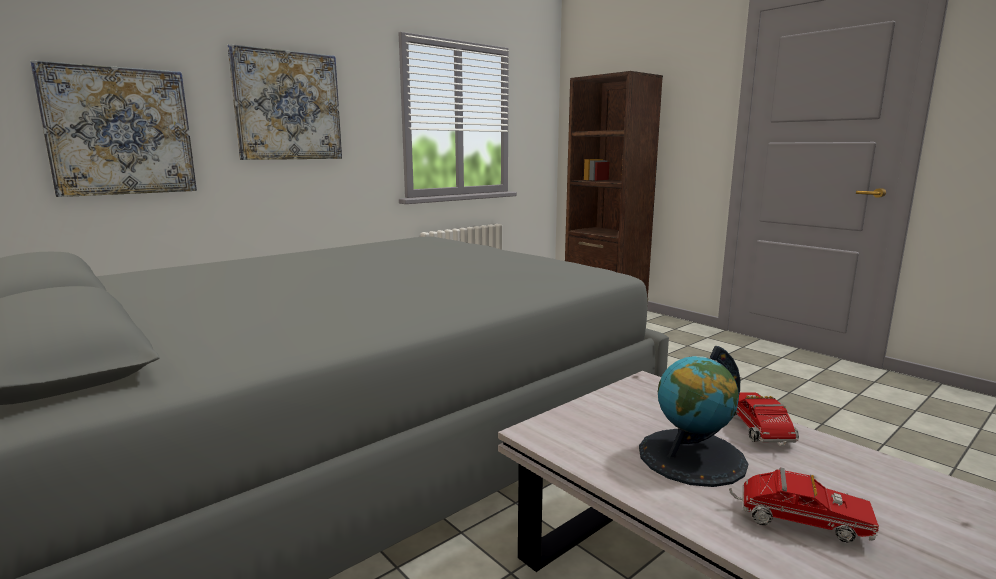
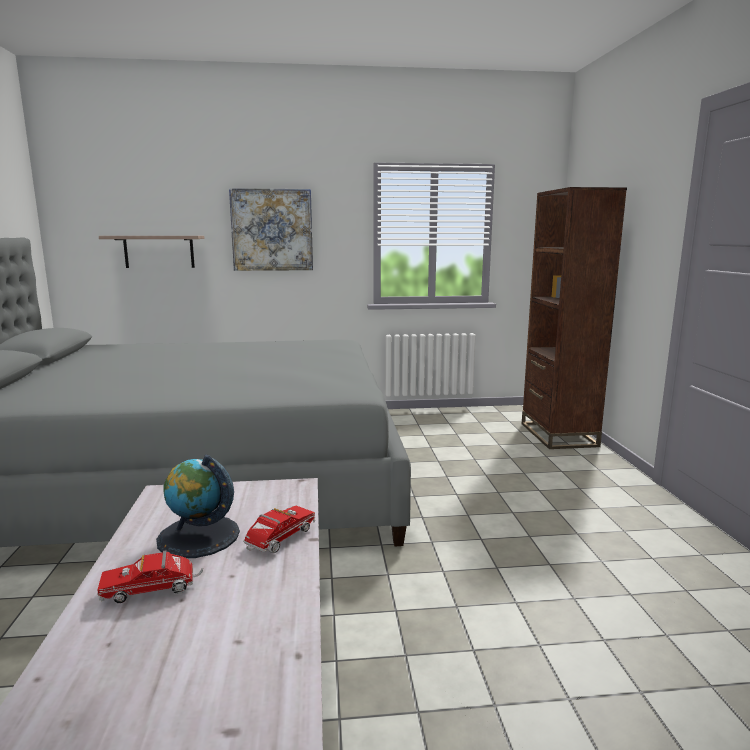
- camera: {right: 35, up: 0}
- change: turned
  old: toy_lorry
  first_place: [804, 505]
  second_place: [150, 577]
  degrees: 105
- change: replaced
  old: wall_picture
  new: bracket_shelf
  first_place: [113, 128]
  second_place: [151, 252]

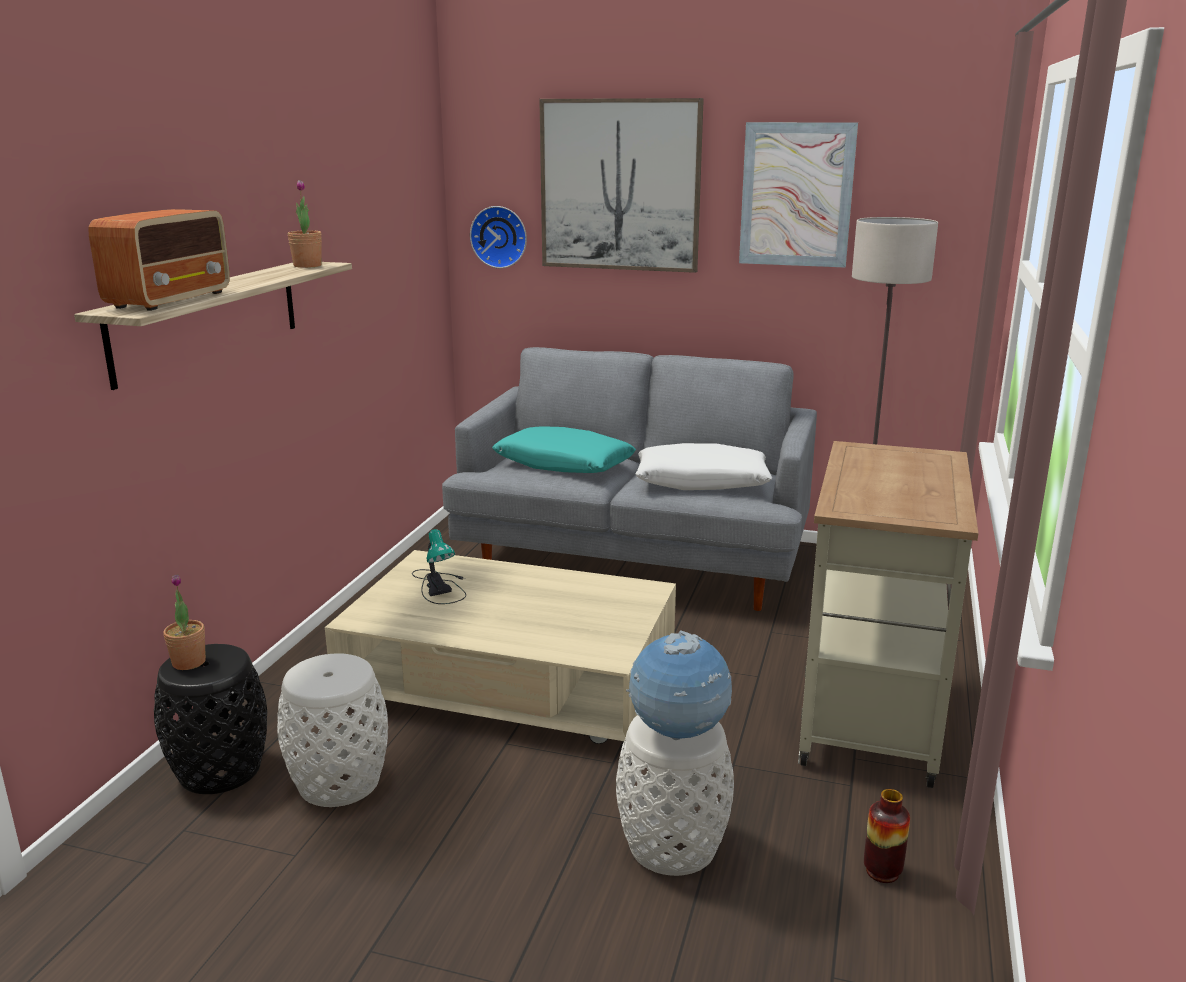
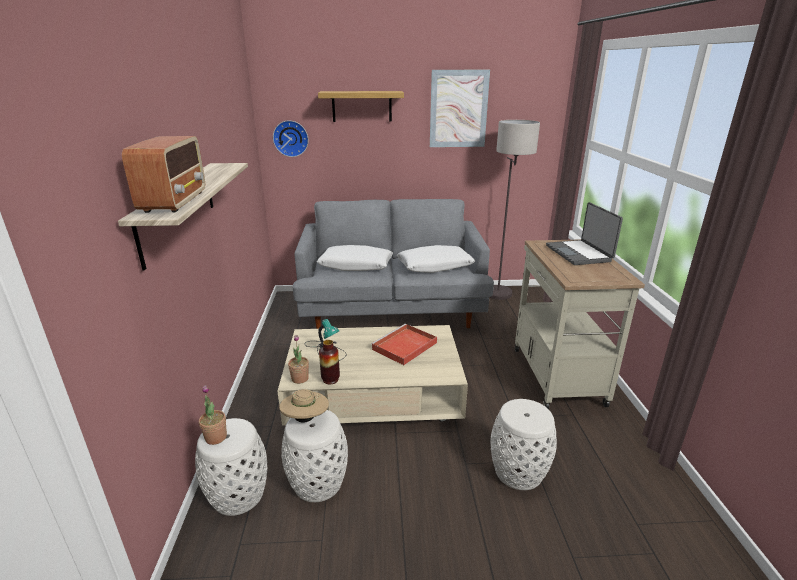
- camera: {right: -20, up: 5}
- change: recoloured
  old: blackish_stool
  new: white_stool
  first_place: [210, 719]
  second_place: [231, 467]
- change: added
  new: beige-coloured_clothing_hat
  second_place: [304, 406]
- change: moved
  old: plant_in_a_pot
  first_place: [305, 224]
  second_place: [298, 359]
- change: recoloured
  old: turquoise-coloured_pillow
  new: white_pillow
  first_place: [564, 449]
  second_place: [355, 258]
- change: replaced
  old: wall_picture
  new: bracket_shelf
  first_place: [621, 185]
  second_place: [361, 106]
- change: moved
  old: flower_vase
  first_place: [887, 836]
  second_place: [329, 362]
- change: added
  new: red_serving_tray
  second_place: [404, 344]
- change: added
  new: laptop
  second_place: [584, 233]
- change: removed
  old: world_globe
  first_place: [679, 685]

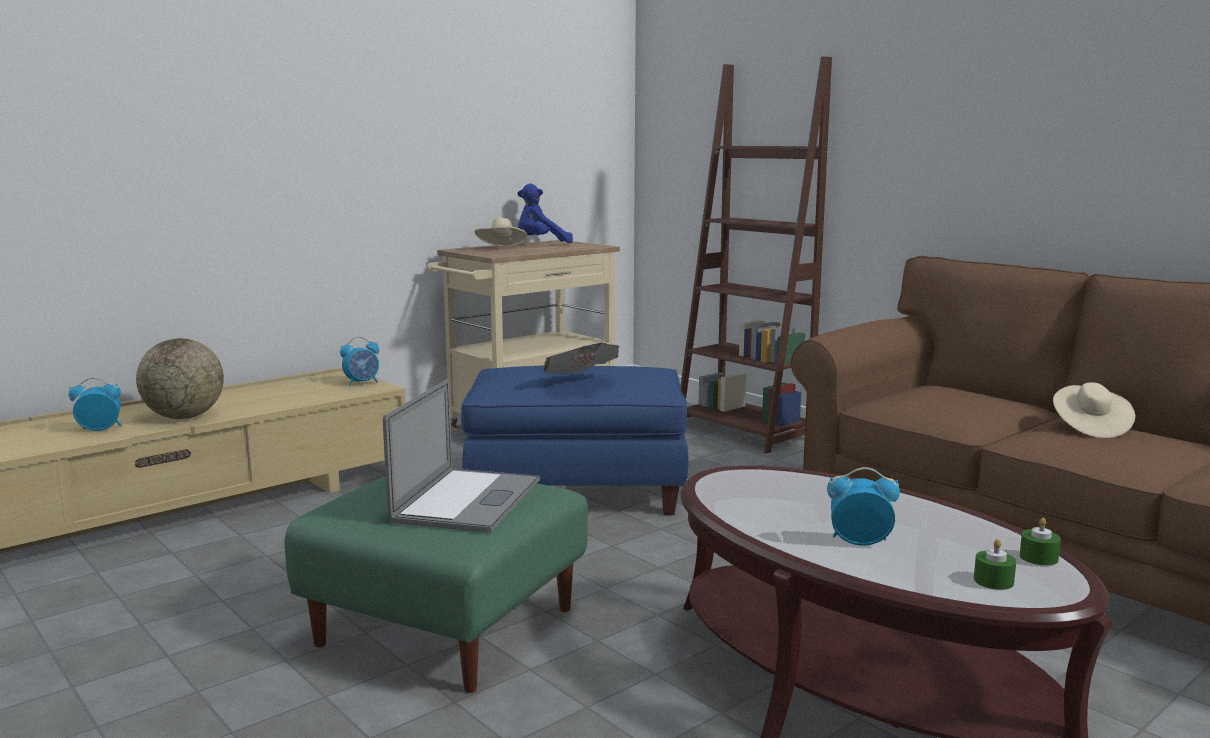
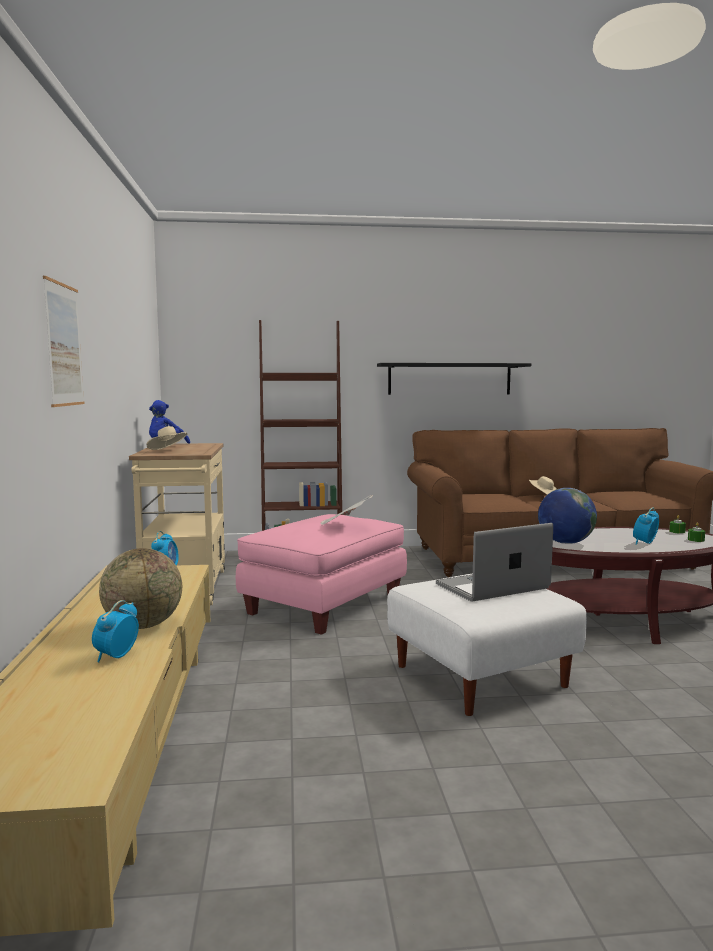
- camera: {right: -55, up: -5}
- change: added
  new: wall_picture
  second_place: [64, 341]
- change: recoloured
  old: blue_ottoman
  new: pink-coloured_ottoman
  first_place: [574, 440]
  second_place: [321, 574]
- change: added
  new: blackish_bracket_shelf
  second_place: [454, 379]
- change: recoloured
  old: green_ottoman
  new: white_ottoman
  first_place: [436, 584]
  second_place: [487, 644]
- change: turned
  old: laptop
  first_place: [461, 455]
  second_place: [494, 562]
  degrees: -75
- change: added
  new: world_globe
  second_place: [567, 516]

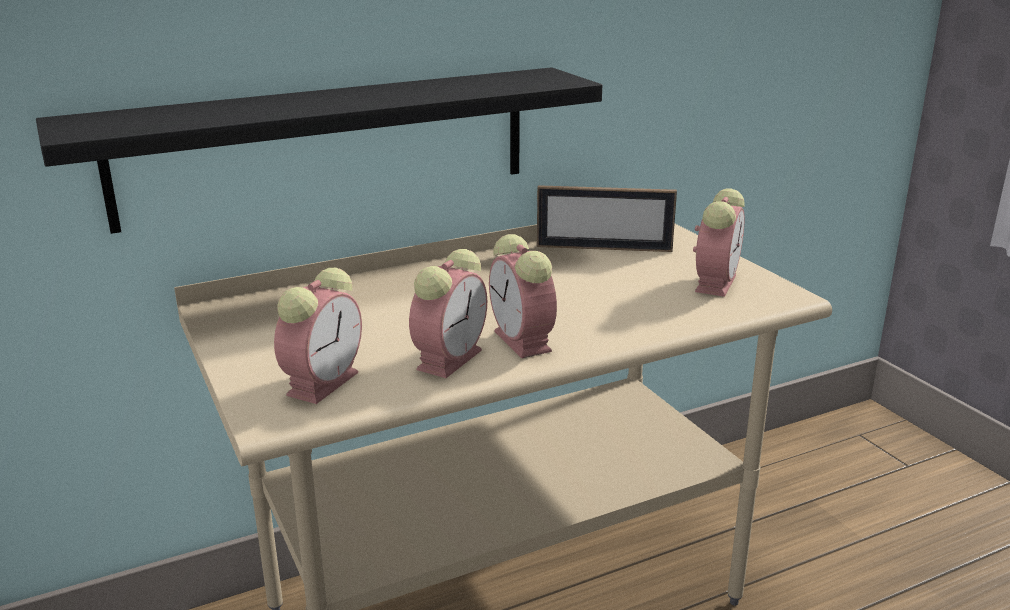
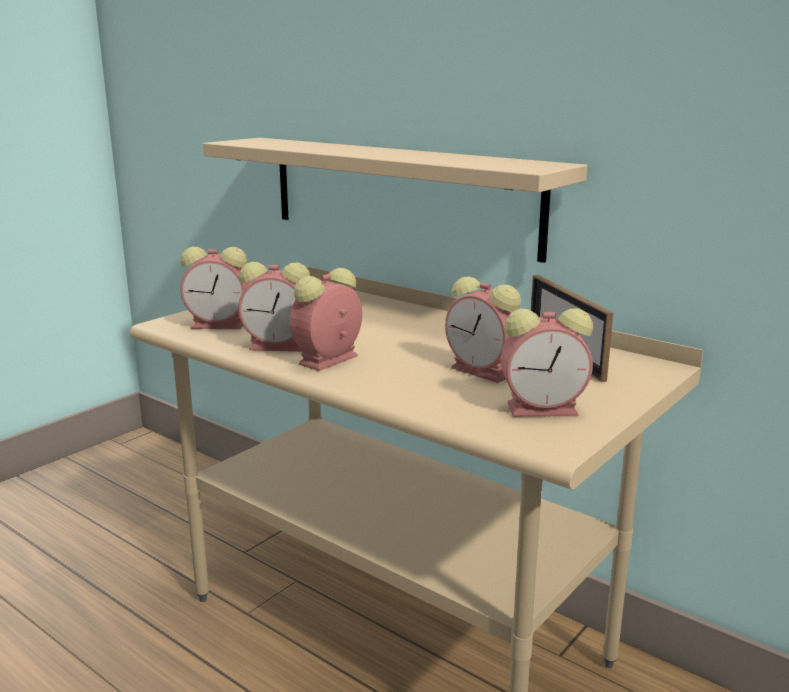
- camera: {right: 65, up: -5}
- change: recoloured
  old: blackish_bracket_shelf
  new: beige-coloured_bracket_shelf
  first_place: [319, 150]
  second_place: [395, 200]
- change: added
  new: bedside_clock
  second_place: [483, 329]

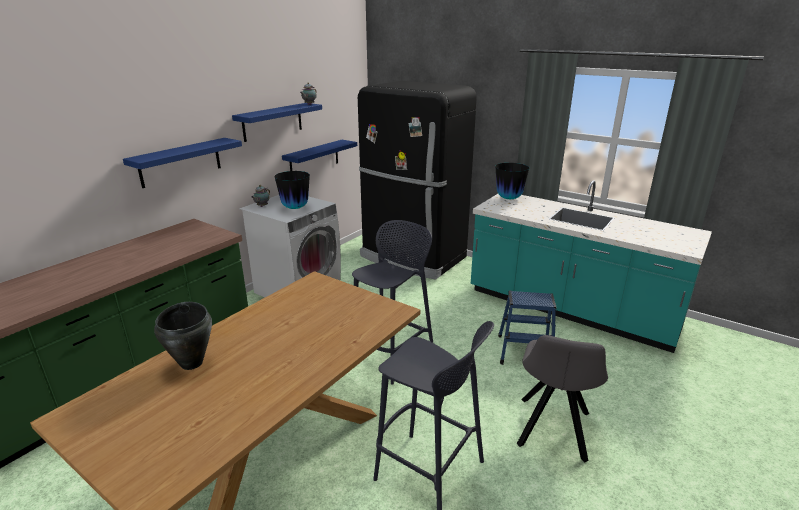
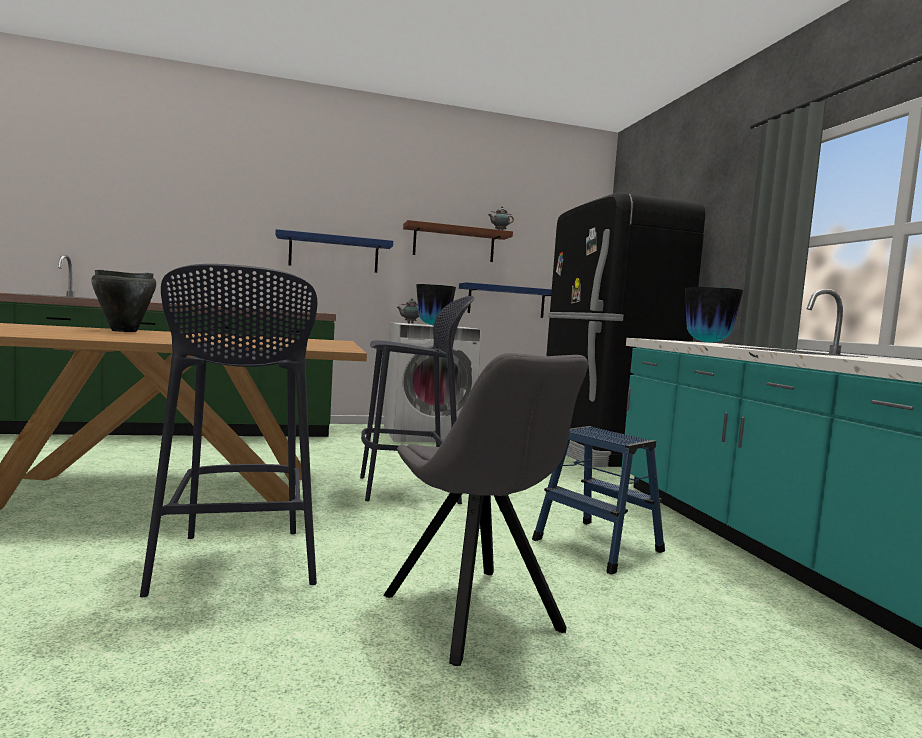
- camera: {right: 40, up: -20}
- change: turned
  old: greyish_upright_chair
  first_place: [562, 398]
  second_place: [485, 509]
  degrees: -90
- change: recoloured
  old: blue_bracket_shelf
  new: brownish_bracket_shelf
  first_place: [277, 122]
  second_place: [458, 241]

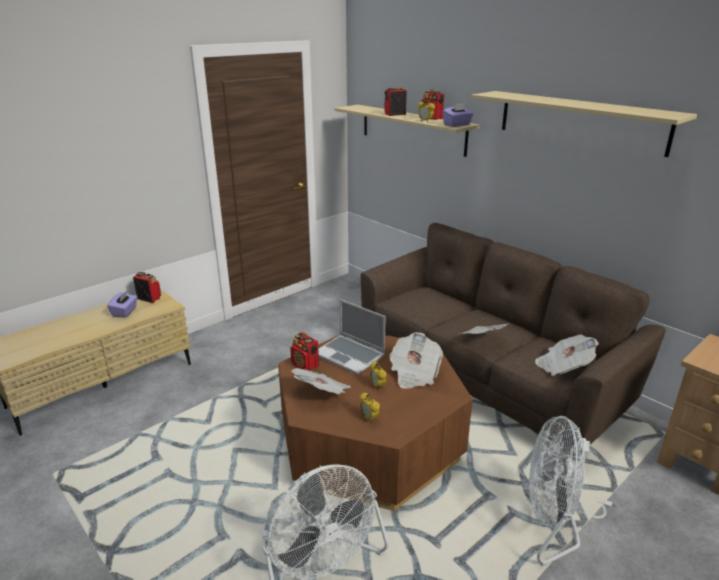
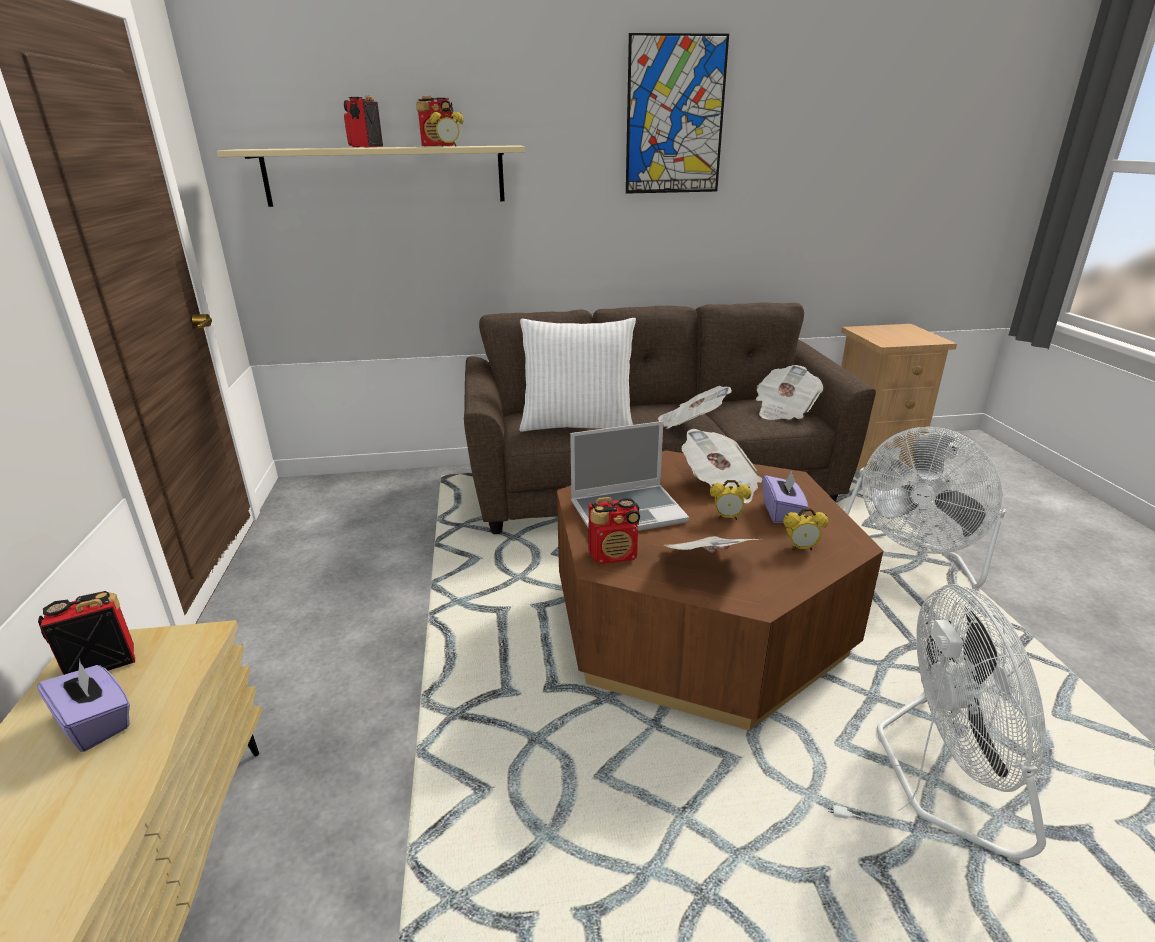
- camera: {right: -55, up: 0}
- change: added
  new: white_pillow
  second_place: [578, 375]
- change: replaced
  old: beige-coloured_bracket_shelf
  new: wall_picture
  first_place: [584, 124]
  second_place: [677, 113]
- change: moved
  old: purple_tissue_box
  first_place: [457, 115]
  second_place: [785, 497]

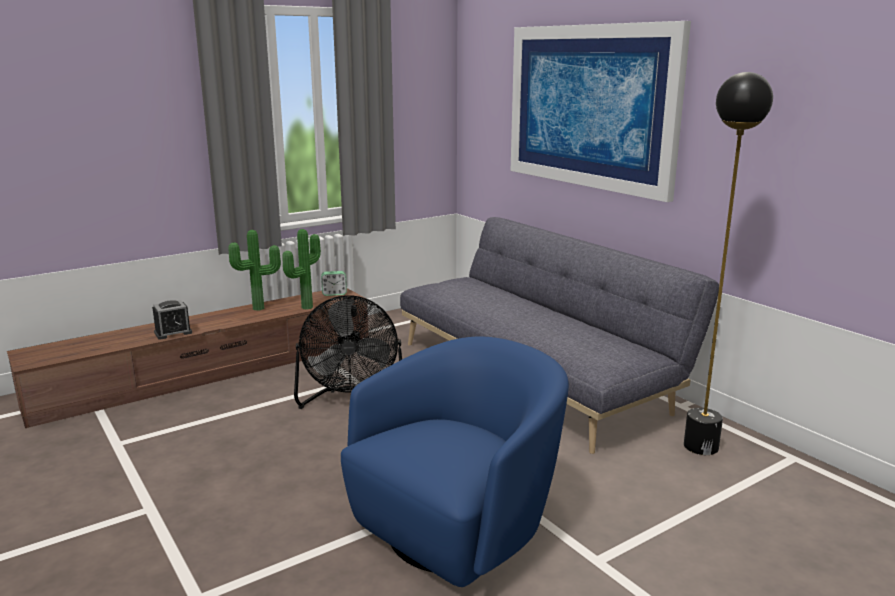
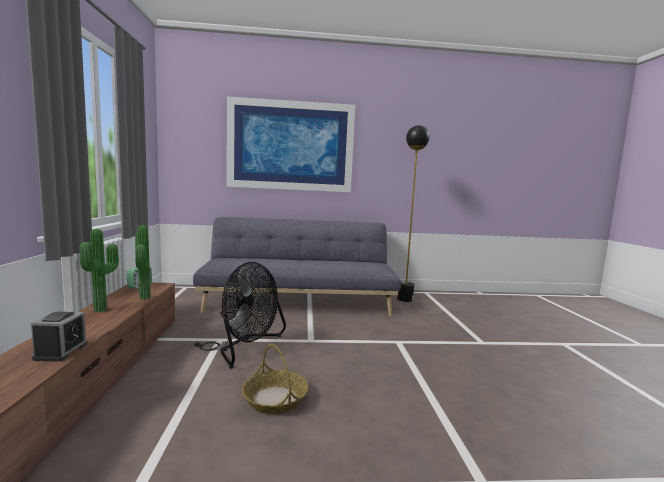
- camera: {right: -60, up: -10}
- change: added
  new: basket
  second_place: [275, 379]
- change: removed
  old: blue_armchair
  first_place: [455, 462]

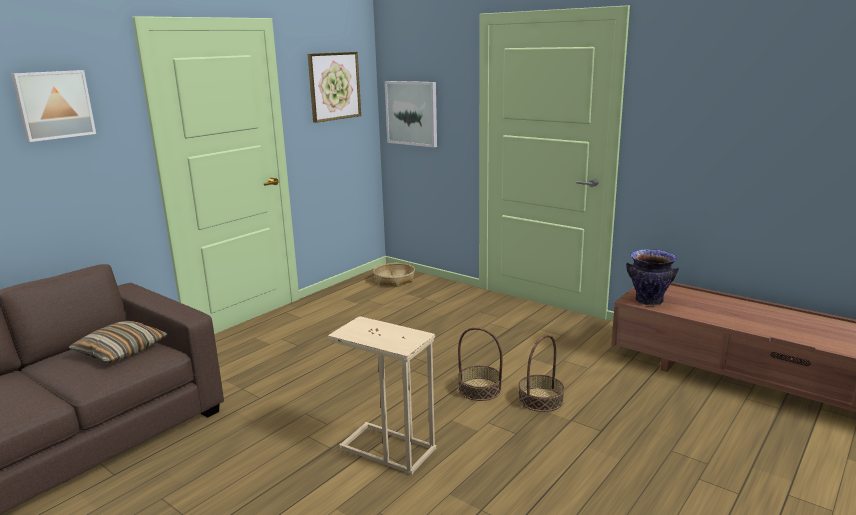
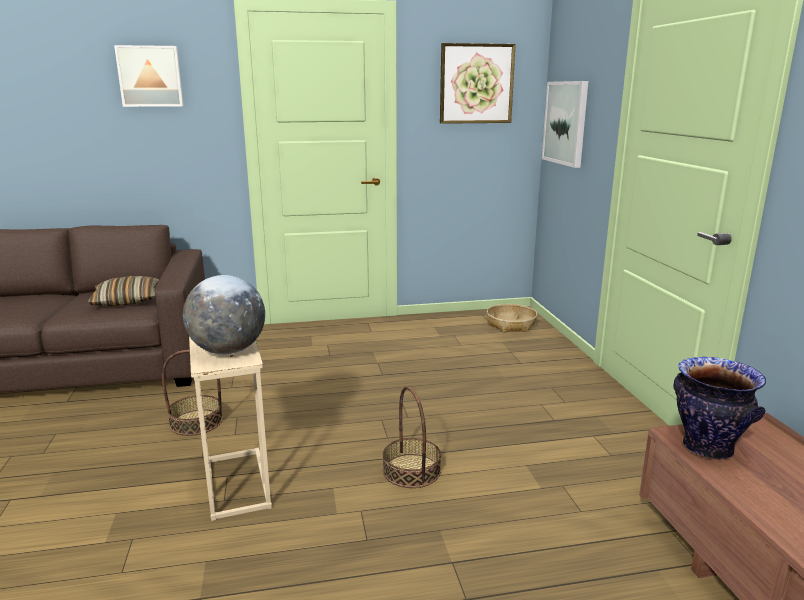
- camera: {right: 40, up: 0}
- change: moved
  old: basket
  first_place: [541, 373]
  second_place: [192, 393]
- change: added
  new: world_globe
  second_place: [224, 314]

